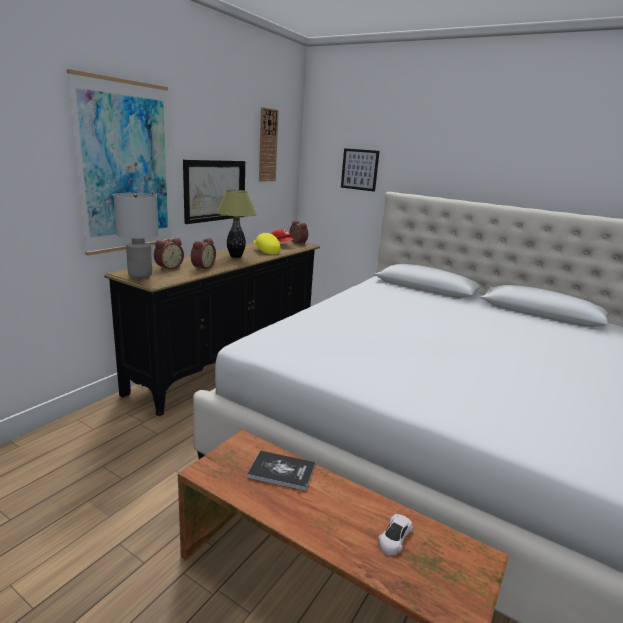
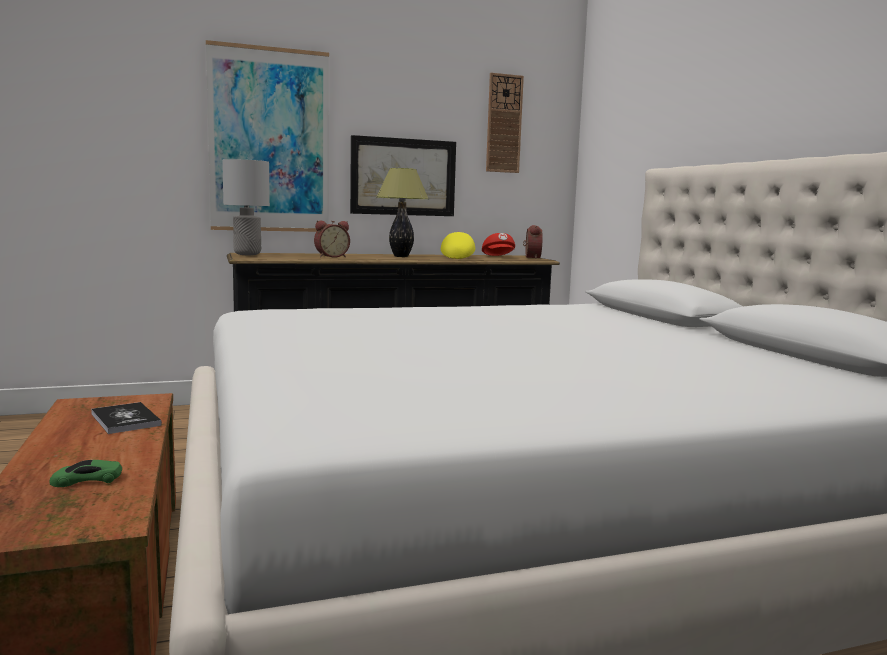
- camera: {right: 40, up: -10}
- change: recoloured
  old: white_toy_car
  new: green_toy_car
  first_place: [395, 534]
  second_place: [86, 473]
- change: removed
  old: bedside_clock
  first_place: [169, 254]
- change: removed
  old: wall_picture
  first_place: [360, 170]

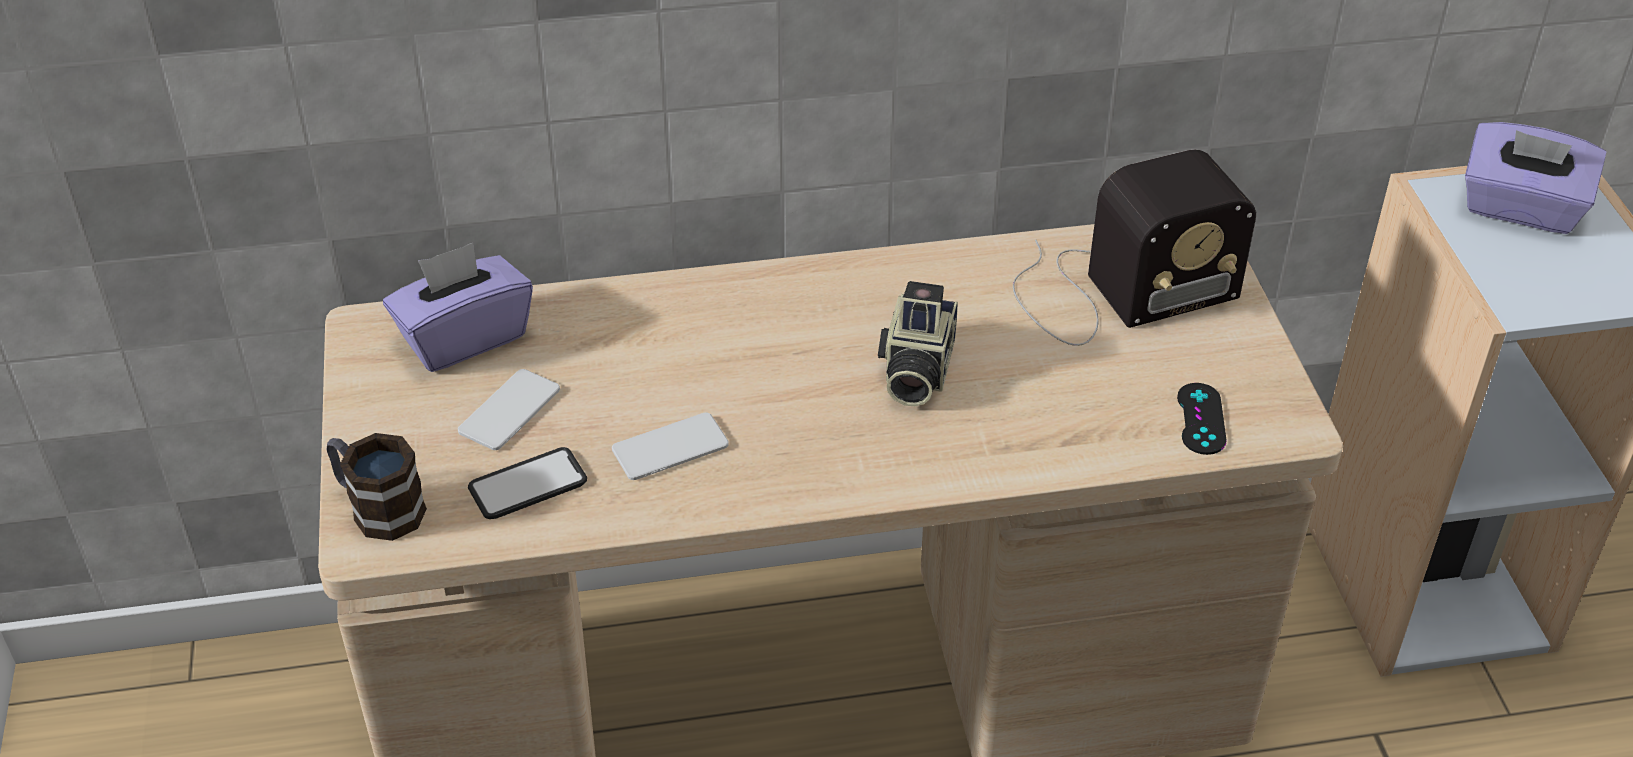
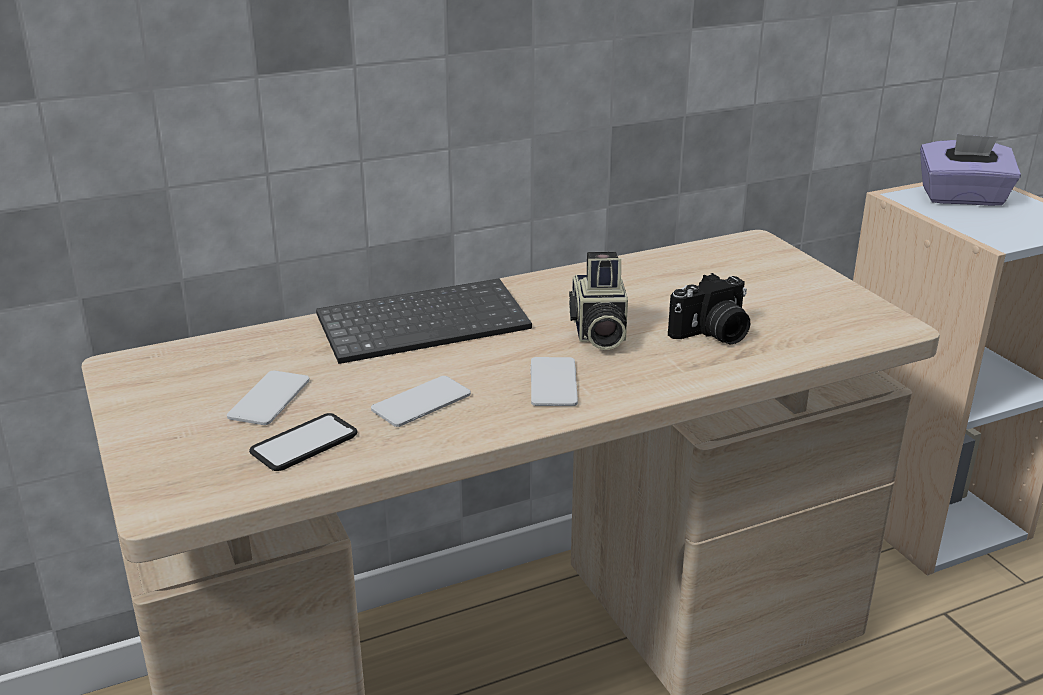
- camera: {right: -15, up: -15}
- change: added
  new: keyboard
  second_place: [424, 321]
- change: added
  new: handset
  second_place: [554, 381]
- change: added
  new: still_camera
  second_place: [709, 308]
- change: removed
  old: mug
  first_place: [377, 487]
- change: removed
  old: purple_tissue_box
  first_place: [458, 307]
- change: removed
  old: radio
  first_place: [1134, 247]
- change: removed
  old: blackish_joypad
  first_place: [1202, 419]

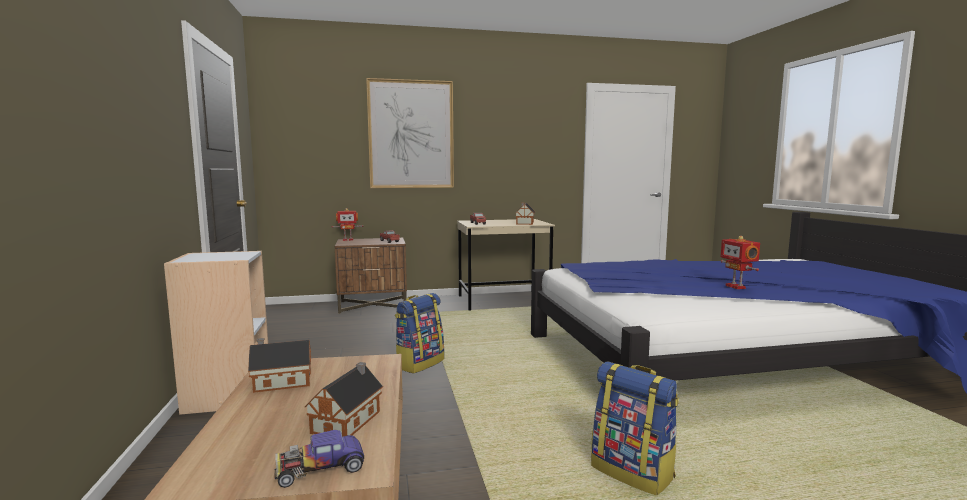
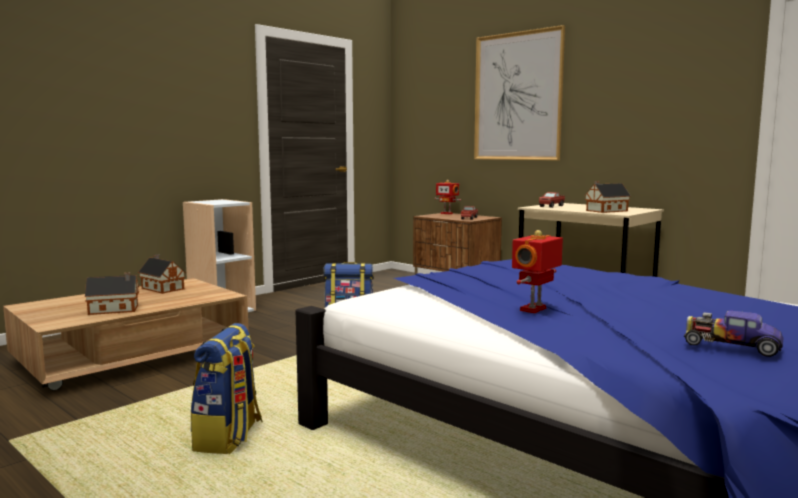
- camera: {right: 55, up: 0}
- change: moved
  old: toy_car
  first_place: [319, 459]
  second_place: [733, 334]

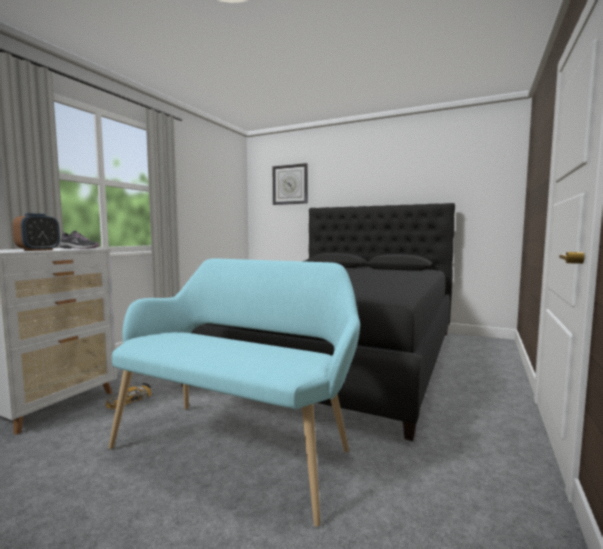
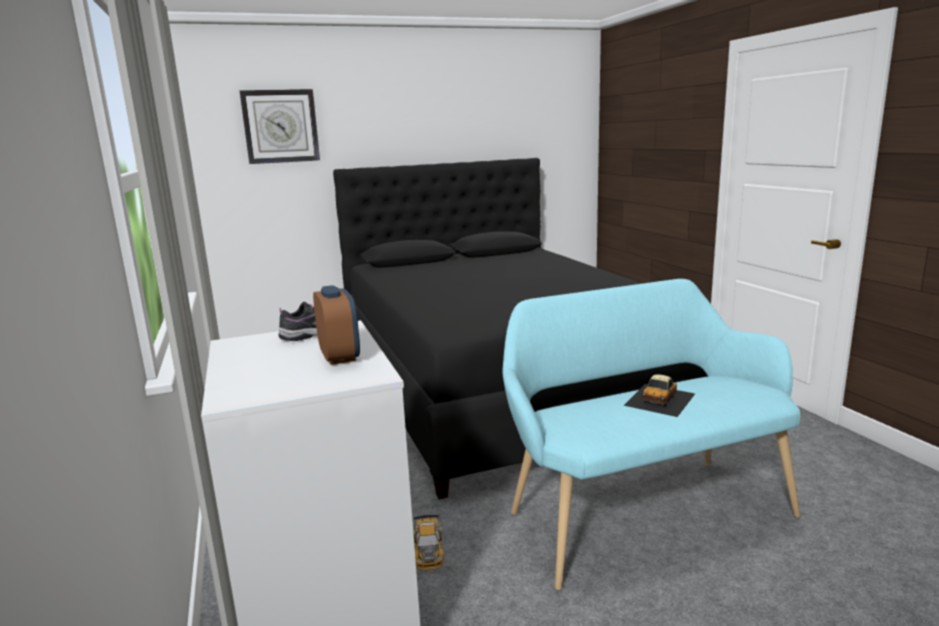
- camera: {right: -45, up: 10}
- change: added
  new: toy_car
  second_place: [659, 395]

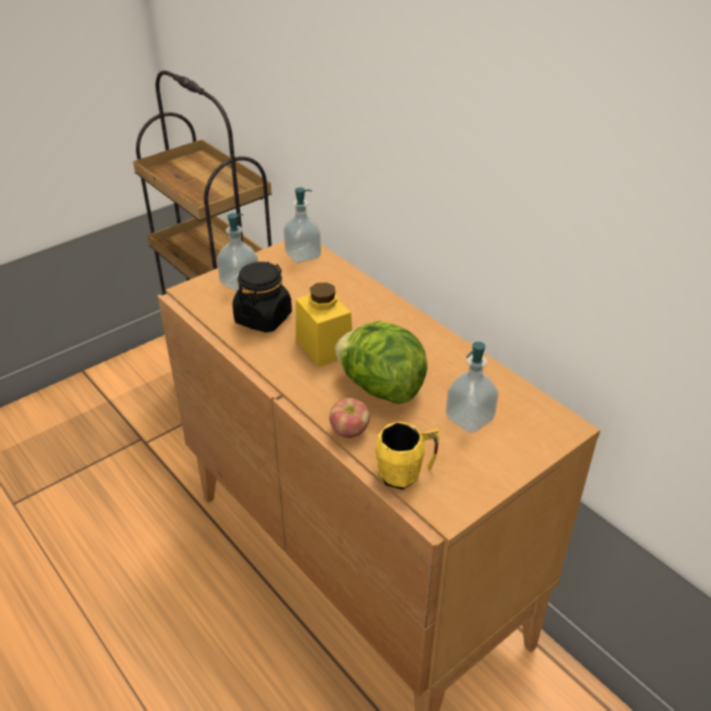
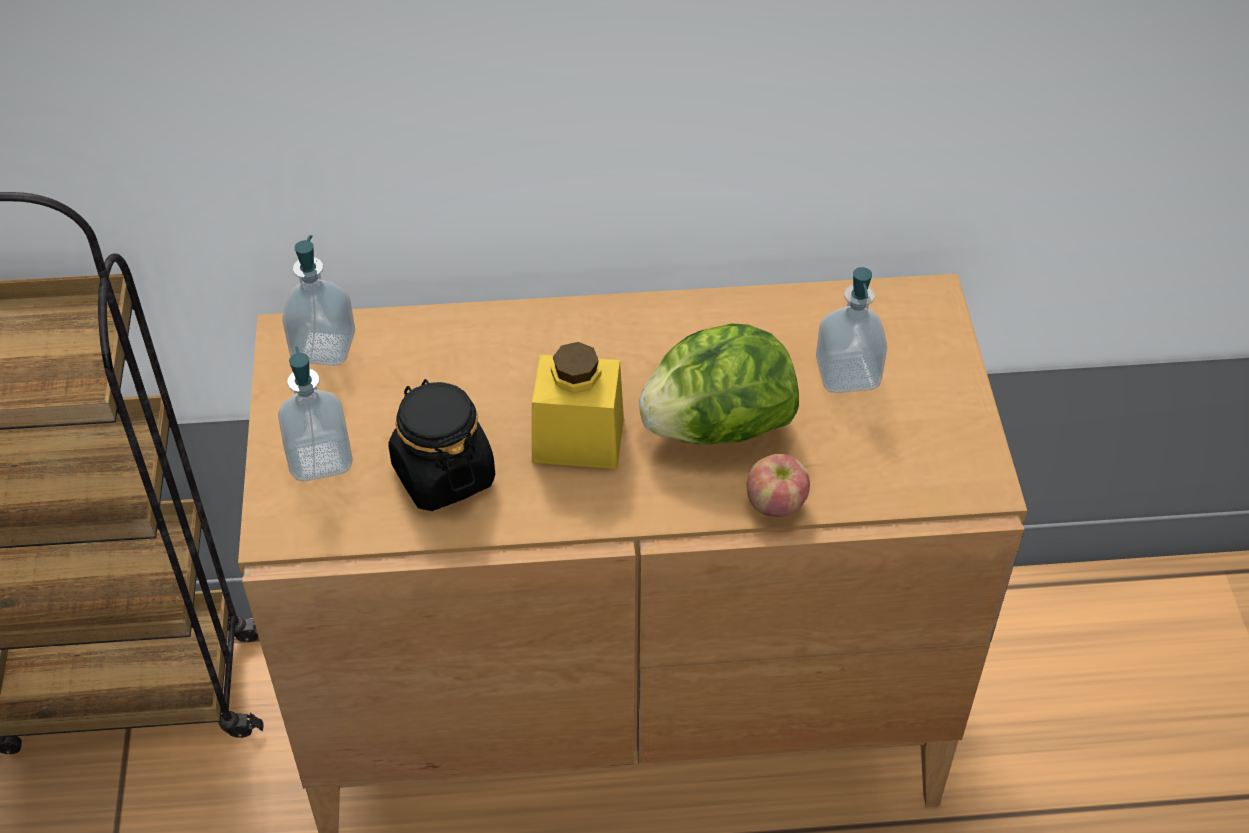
- camera: {right: -55, up: 10}
- change: removed
  old: yellow-coloured_mug
  first_place: [407, 456]

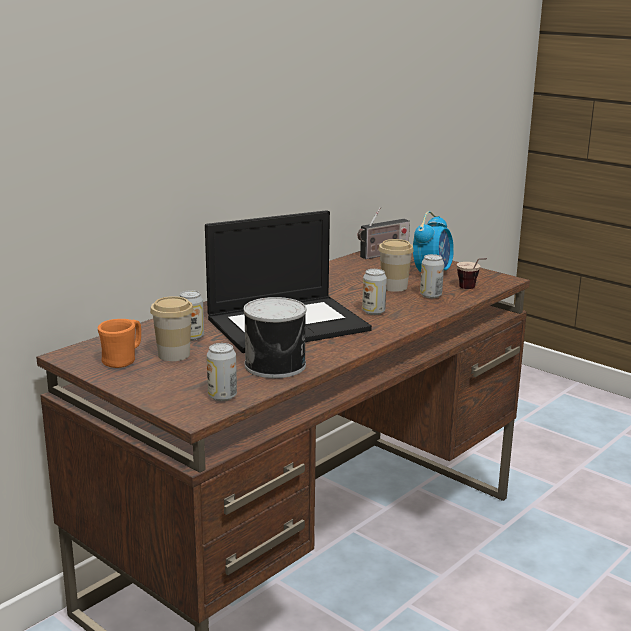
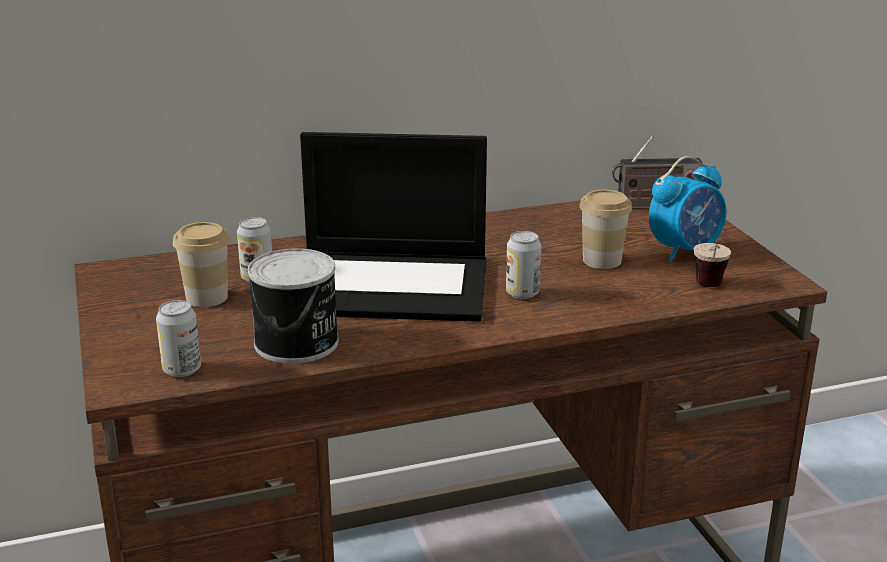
- camera: {right: 30, up: 5}
- change: removed
  old: orangey_mug
  first_place: [119, 343]
- change: removed
  old: metal_can
  first_place: [432, 276]

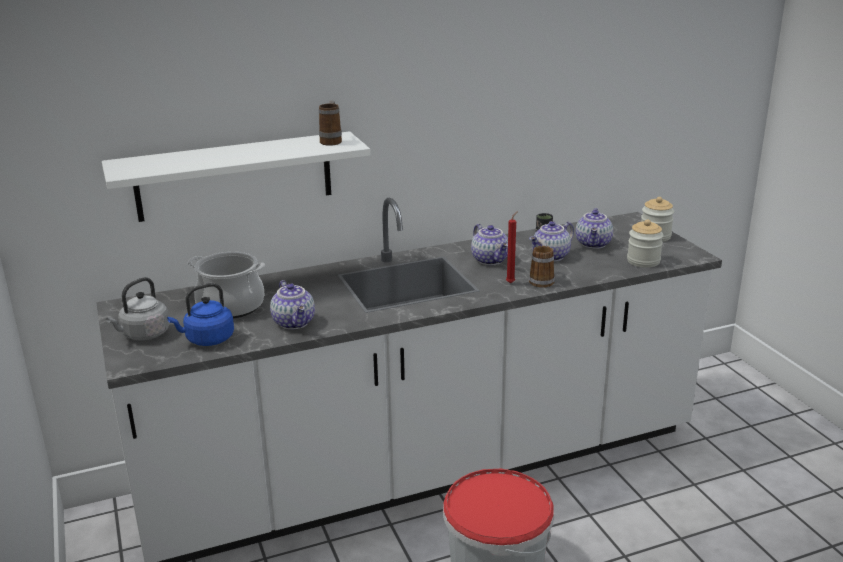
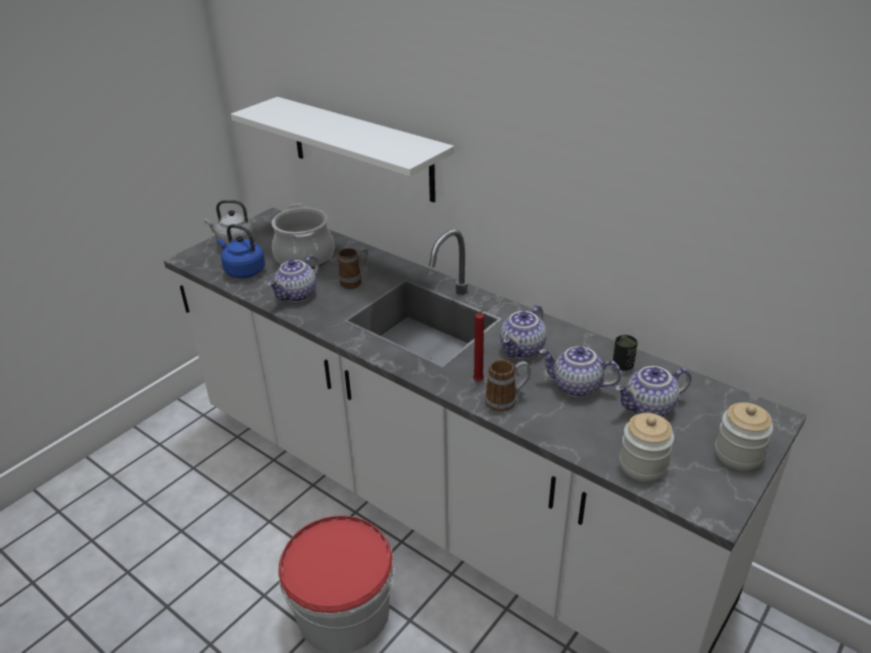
- camera: {right: 60, up: 10}
- change: moved
  old: mug
  first_place: [330, 123]
  second_place: [353, 268]

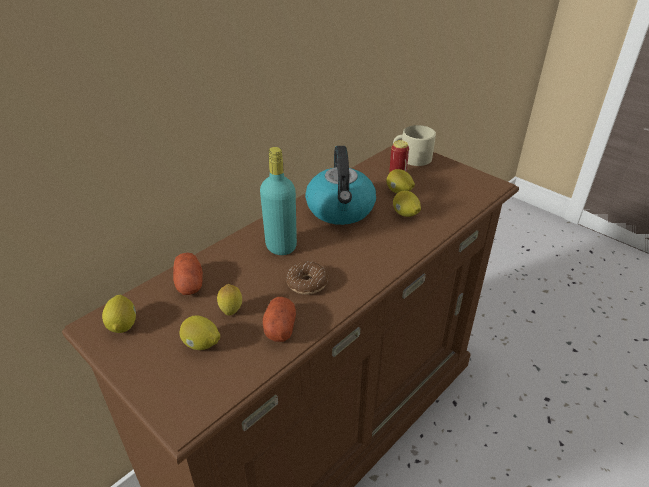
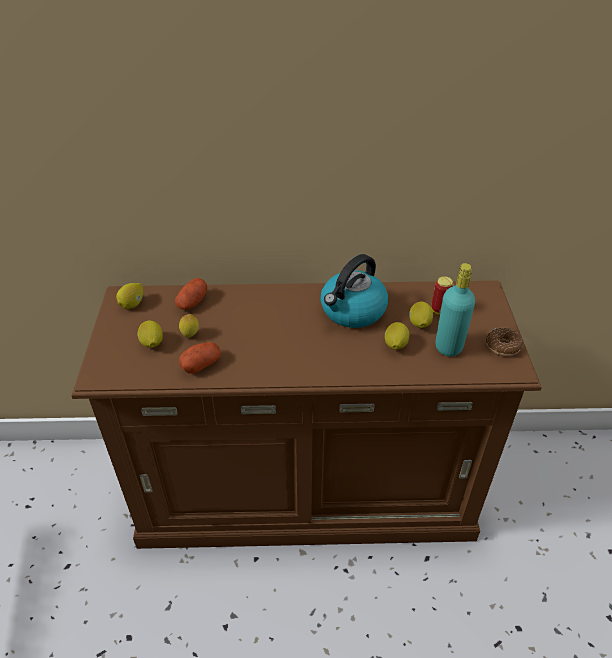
- camera: {right: 45, up: 5}
- change: moved
  old: turquoise-coloured_bottle
  first_place: [278, 201]
  second_place: [455, 310]
- change: moved
  old: doughnut
  first_place: [307, 278]
  second_place: [504, 341]
- change: removed
  old: beige-coloured_mug
  first_place: [414, 145]

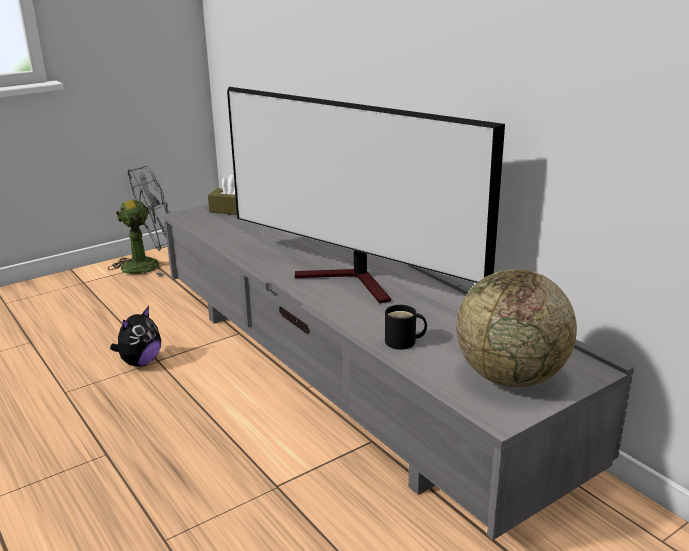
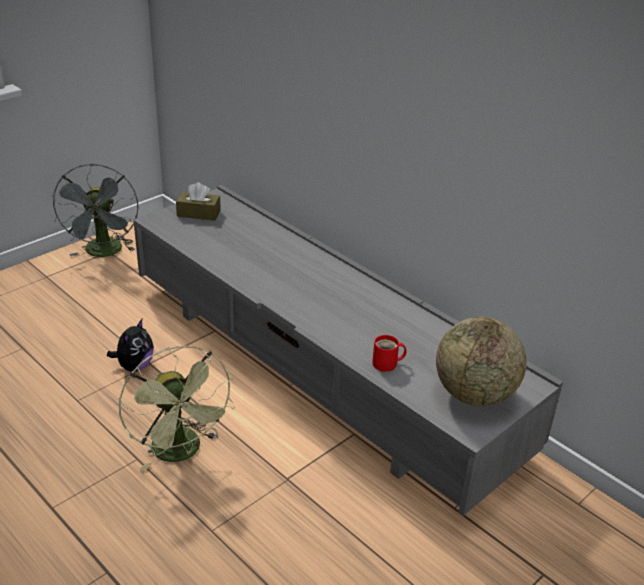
- camera: {right: -10, up: 10}
- change: turned
  old: greyish_fan
  first_place: [139, 221]
  second_place: [95, 210]
  degrees: 120
- change: added
  new: green_fan
  second_place: [177, 409]
- change: recoloured
  old: blackish_mug
  new: red_mug
  first_place: [406, 327]
  second_place: [389, 353]
- change: removed
  old: TV_set
  first_place: [366, 195]

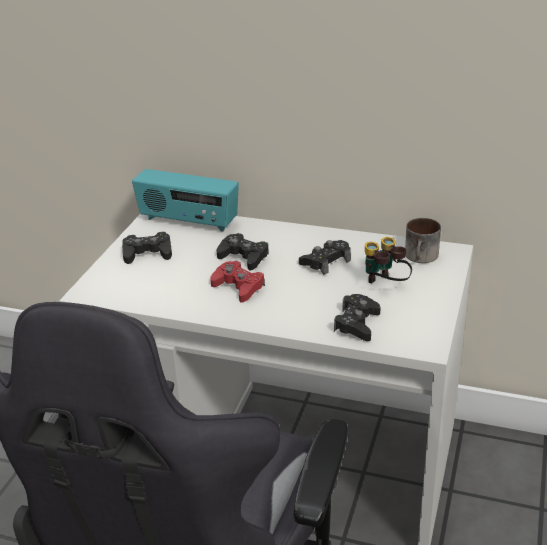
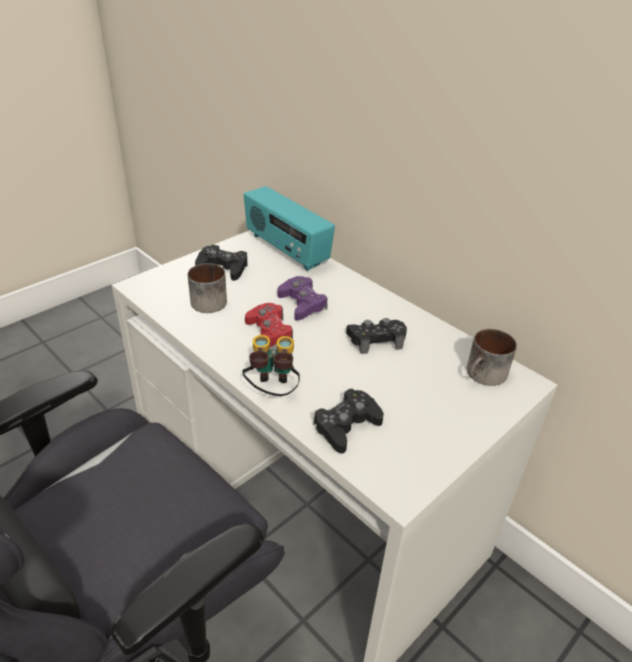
- camera: {right: 25, up: 5}
- change: added
  new: mug
  second_place: [207, 288]
- change: moved
  old: field_glasses
  first_place: [388, 260]
  second_place: [271, 365]
- change: recoloured
  old: blackish_joypad
  new: purple_joypad
  first_place: [242, 252]
  second_place: [302, 298]

